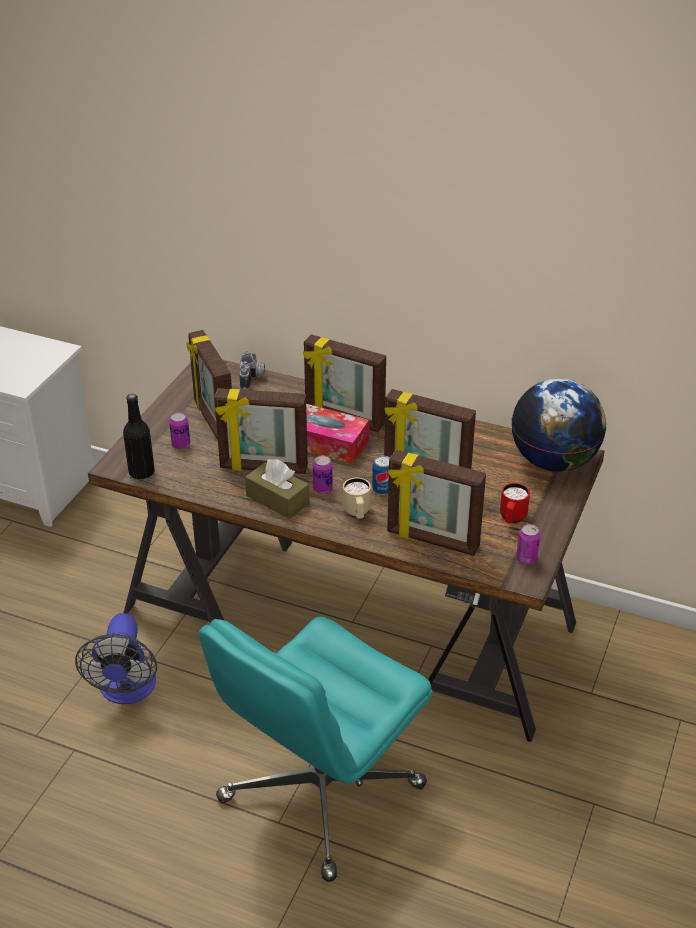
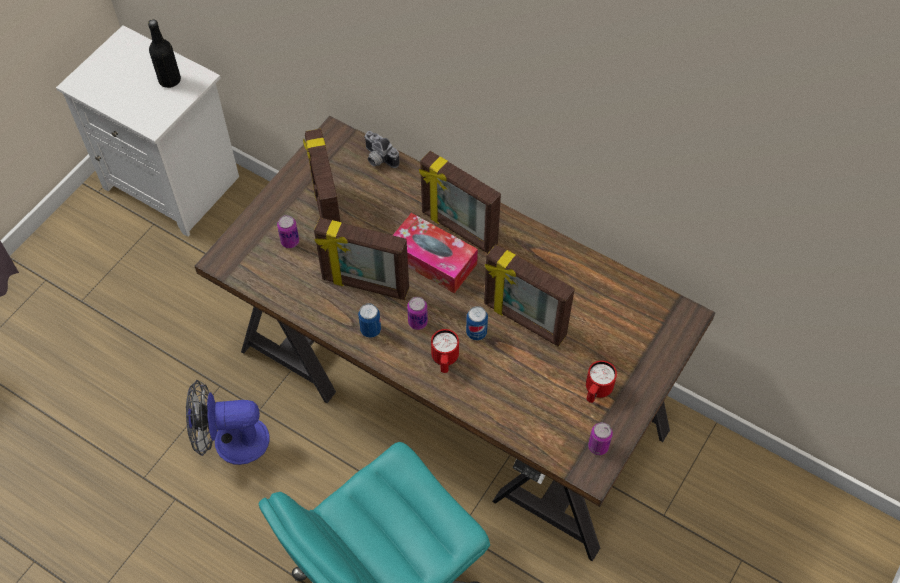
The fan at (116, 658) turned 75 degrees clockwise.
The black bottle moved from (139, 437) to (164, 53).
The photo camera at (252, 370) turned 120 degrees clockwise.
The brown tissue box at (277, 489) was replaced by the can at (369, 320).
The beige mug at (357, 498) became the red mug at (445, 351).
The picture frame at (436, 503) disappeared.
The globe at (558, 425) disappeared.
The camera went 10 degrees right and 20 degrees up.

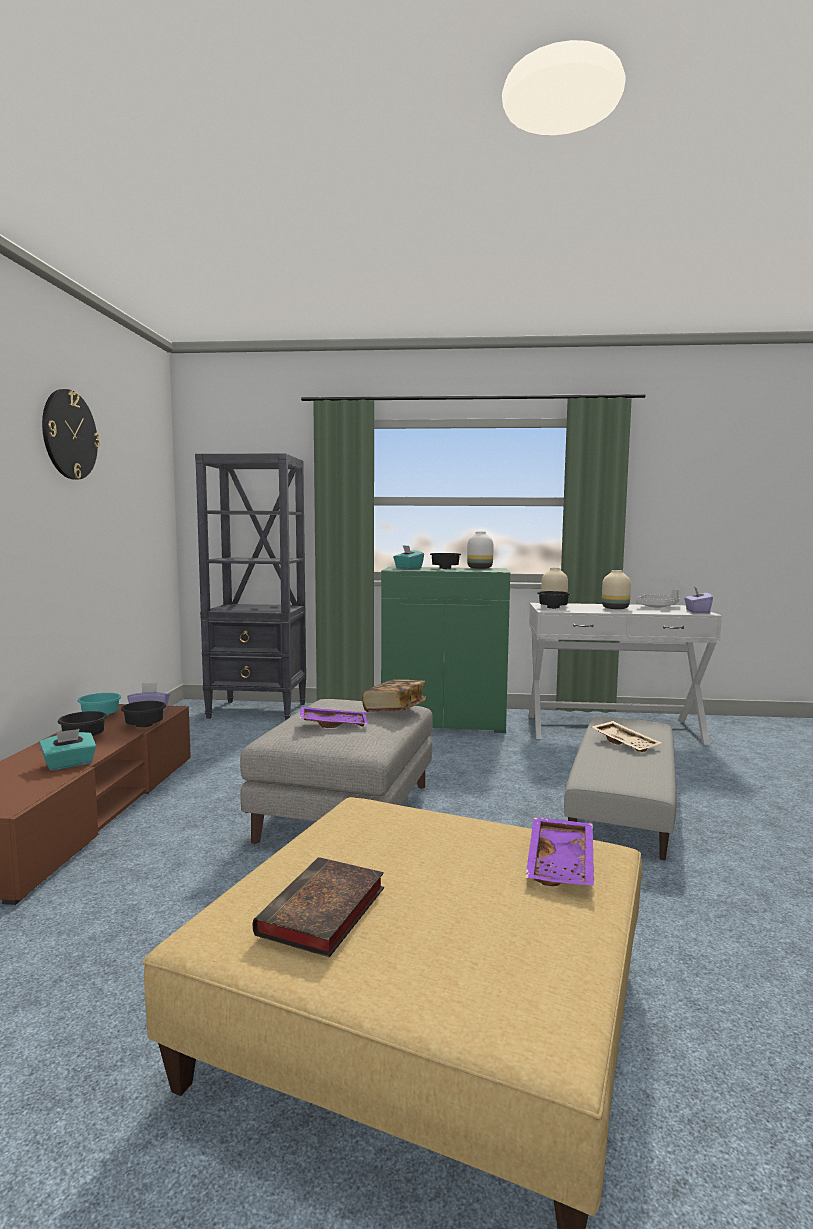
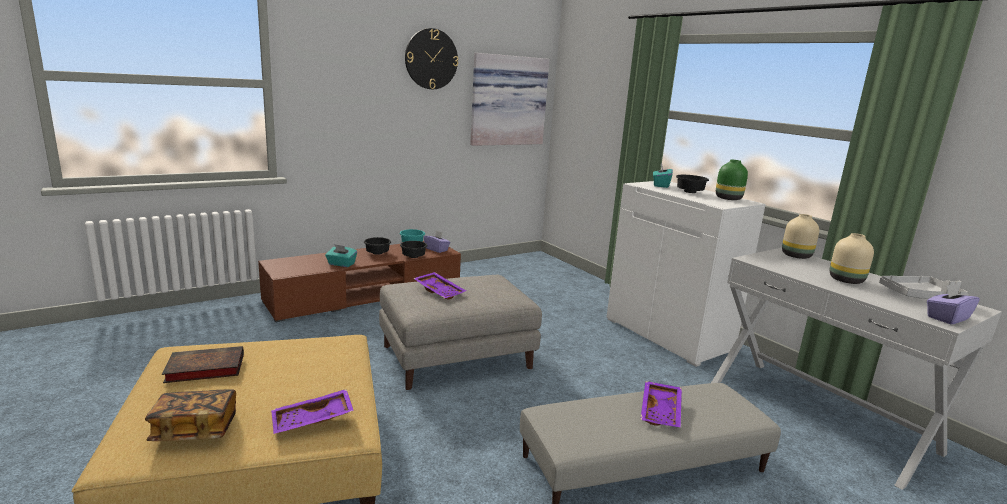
The black bookcase at (250, 586) disappeared.
The book moved from (394, 695) to (190, 415).
The green cabinet at (445, 650) became the white cabinet at (686, 274).
The white vase at (480, 550) became the green vase at (732, 180).
The black bowl at (554, 600) disappeared.
The beige tray at (626, 736) became the purple tray at (661, 404).
The picture at (509, 99) appeared.
The camera went 50 degrees right and 10 degrees up.

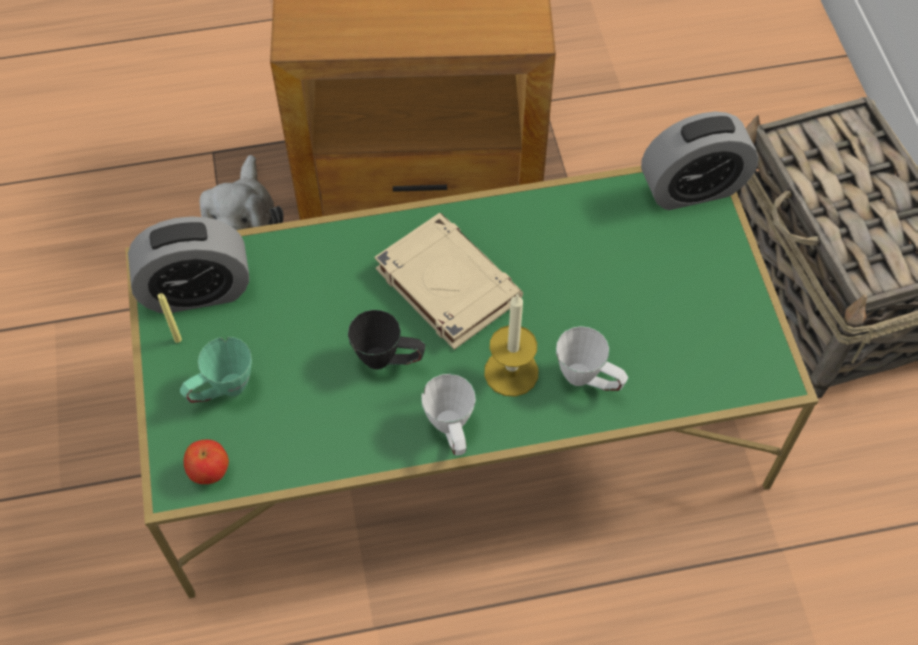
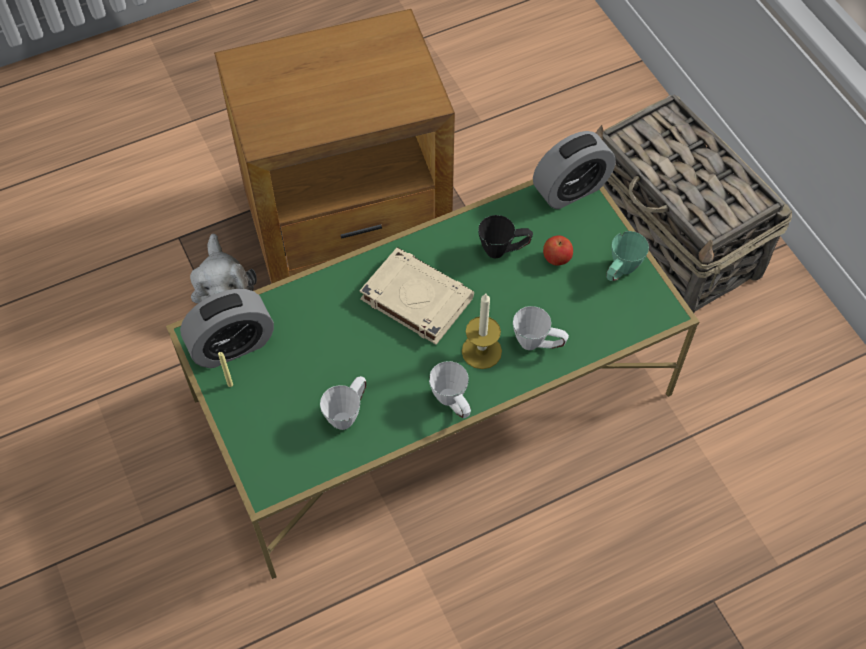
The green mug moved from (216, 370) to (627, 256).
The apple moved from (206, 462) to (558, 250).
The black mug moved from (386, 339) to (505, 237).
The white mug at (343, 403) appeared.
The camera went 15 degrees left and 0 degrees up.

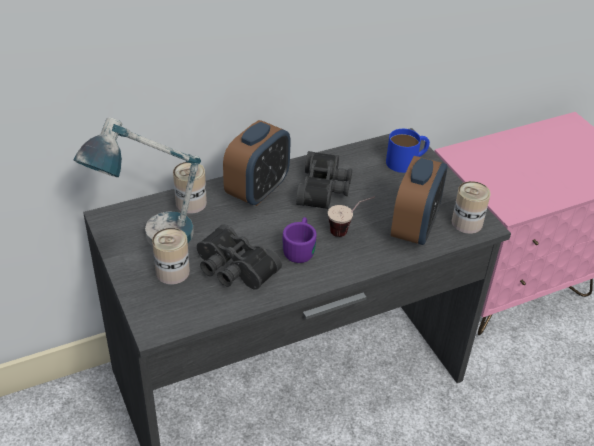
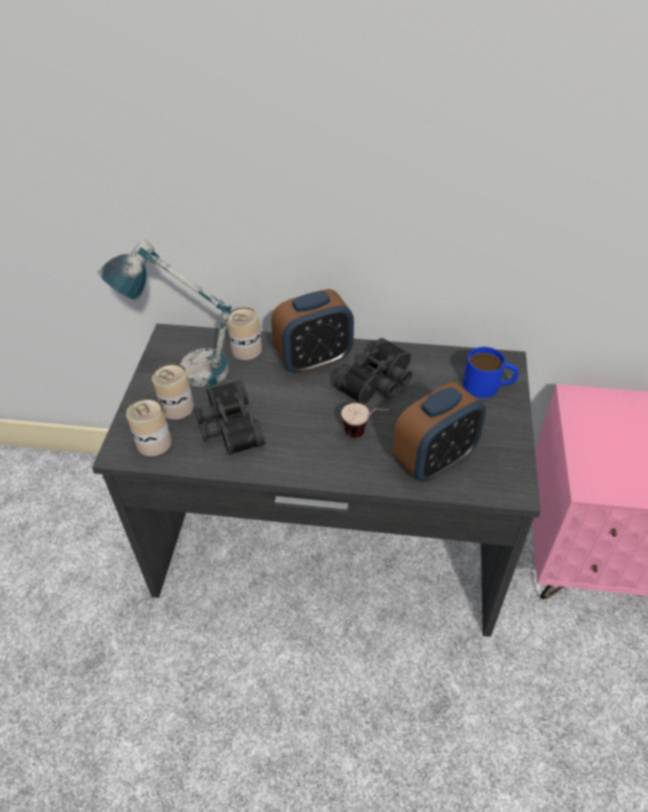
The purple mug at (300, 240) disappeared.
The can moved from (471, 207) to (149, 427).
The camera went 35 degrees right and 5 degrees up.

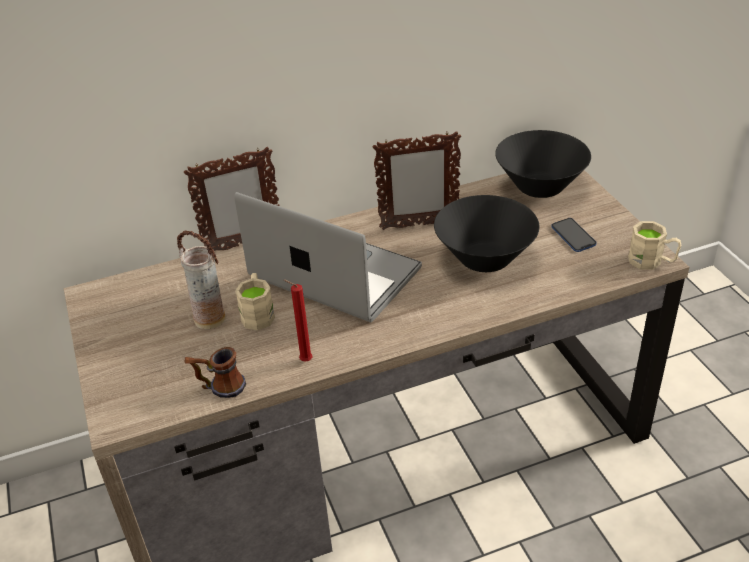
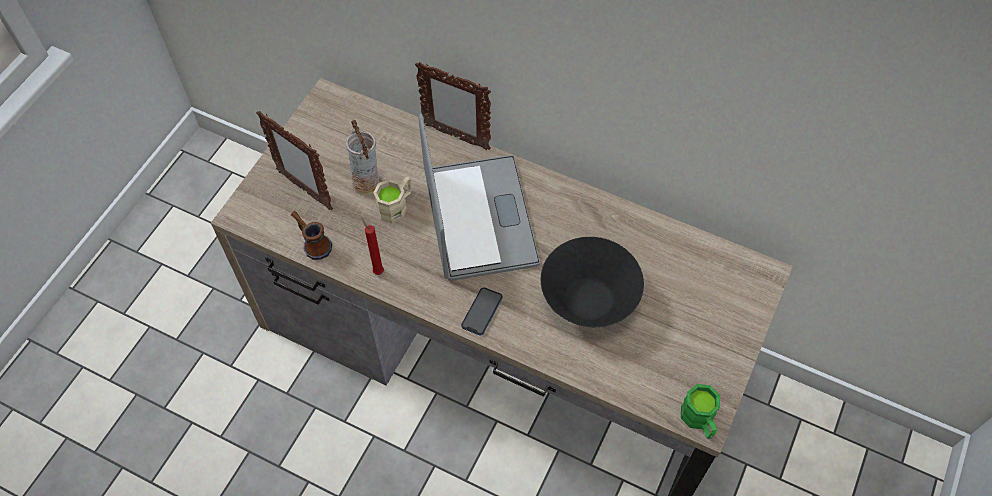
The picture frame moved from (417, 180) to (294, 160).
The black bowl at (543, 164) disappeared.
The phone moved from (574, 235) to (482, 311).
The beige mug at (654, 245) became the green mug at (700, 411).
The camera went 45 degrees right and 20 degrees up.

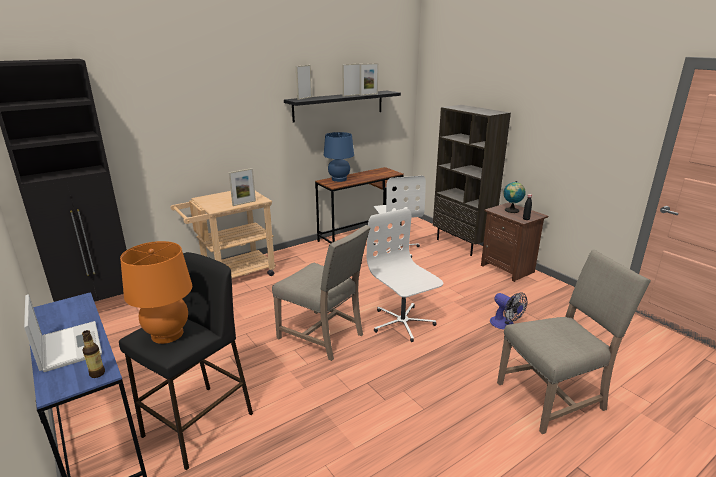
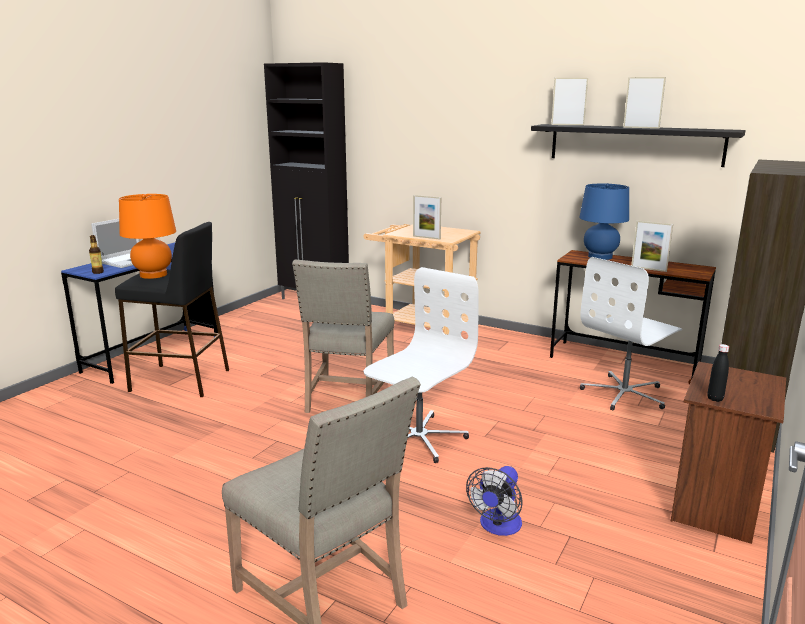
The picture frame moved from (369, 79) to (652, 246).
The globe at (515, 197) disappeared.
The camera went 65 degrees right and 5 degrees down.

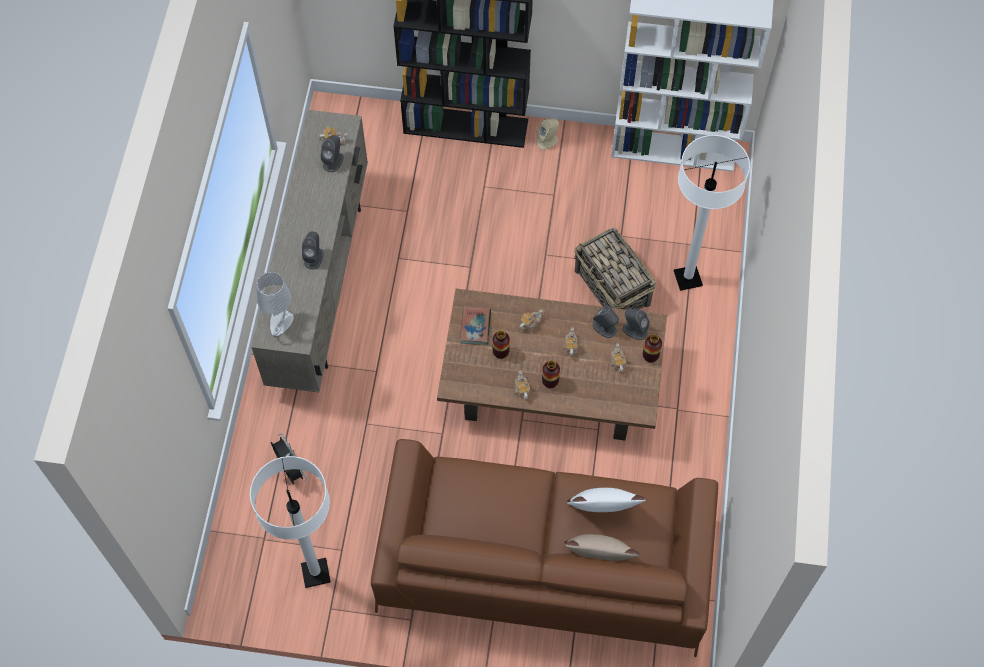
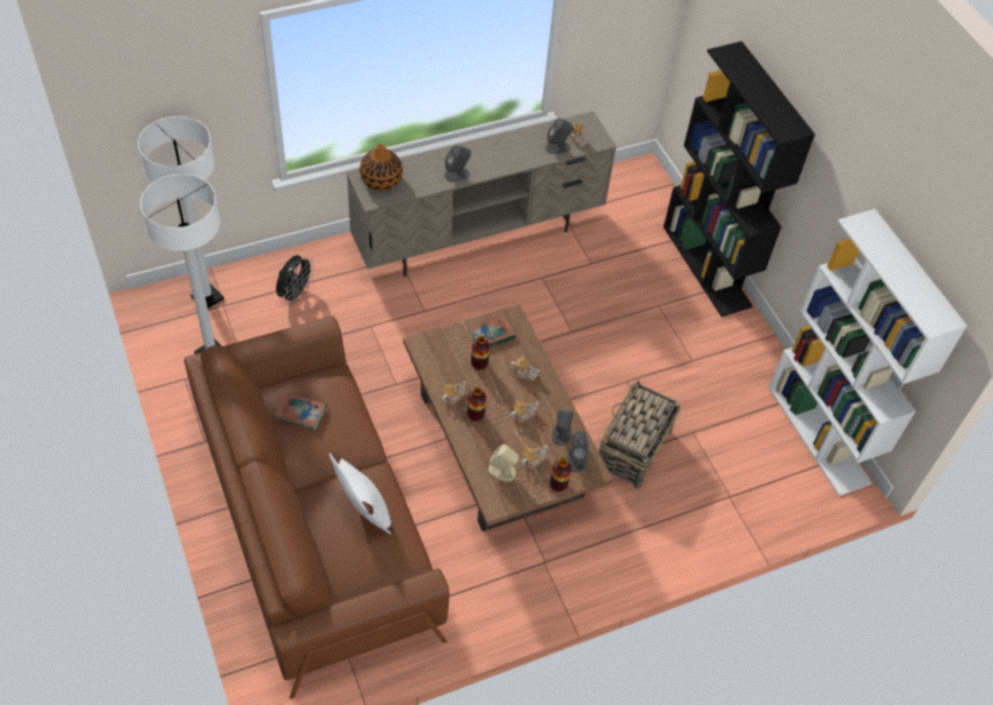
The grey table lamp at (275, 304) was replaced by the vase at (381, 167).
The beige speaker moved from (547, 134) to (503, 463).
The beige pillow at (602, 547) disappeared.
The white floor lamp moved from (712, 213) to (181, 212).
The book at (301, 411) appeared.
The camera went 55 degrees right and 10 degrees down.

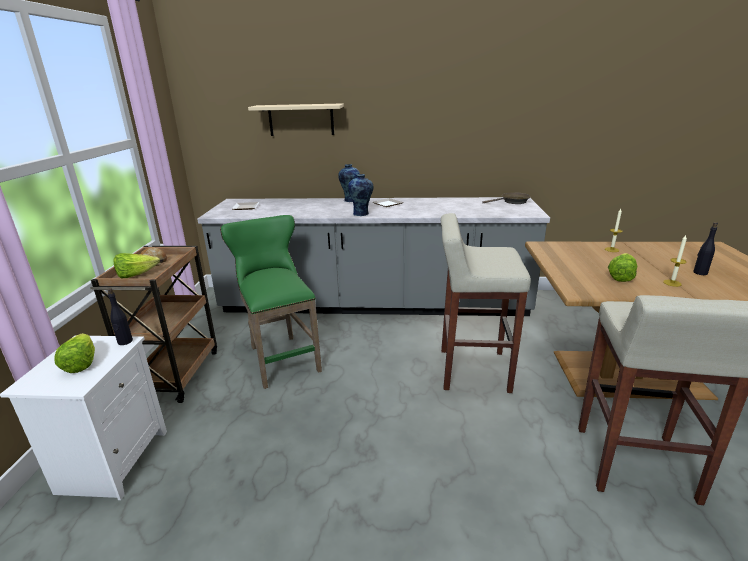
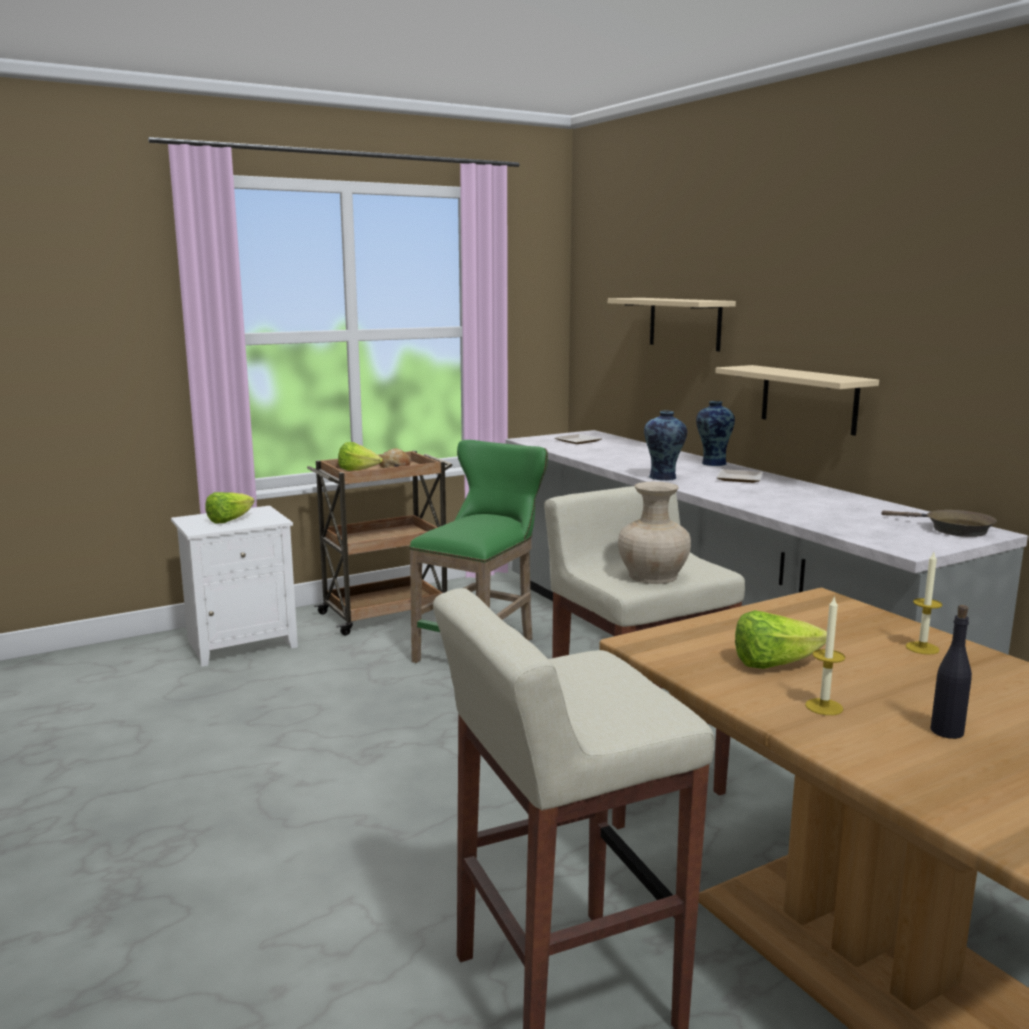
The black bottle at (120, 316) disappeared.
The beige vase at (654, 533) appeared.
The beige shelf at (797, 400) appeared.
The camera went 55 degrees right and 10 degrees down.

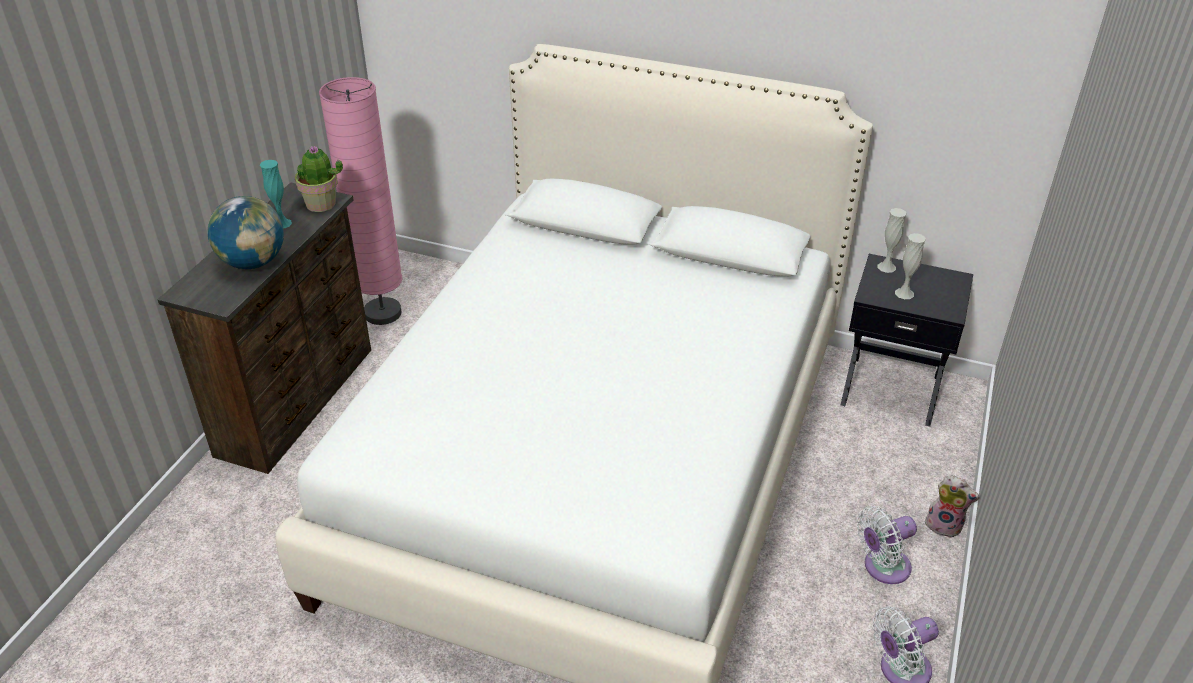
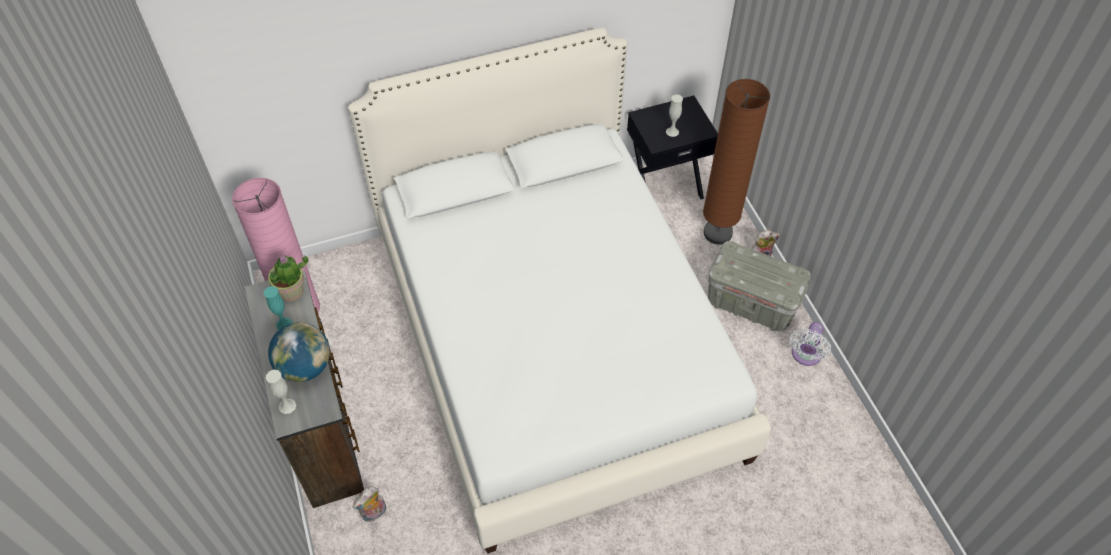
The white fan at (887, 545) was replaced by the grey storage box at (759, 286).
The white vase moved from (892, 240) to (281, 392).
The plush toy at (369, 504) appeared.
The brown floor lamp at (736, 161) appeared.
The camera went 40 degrees left and 15 degrees up.

